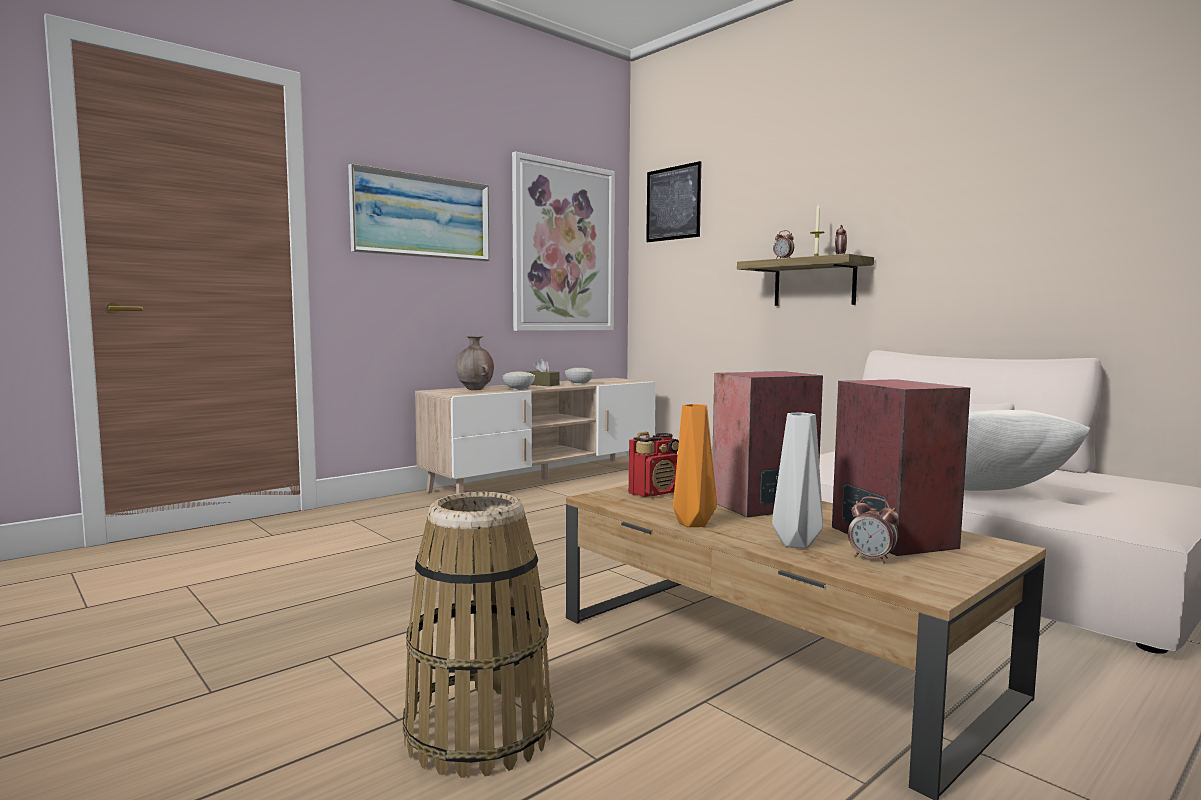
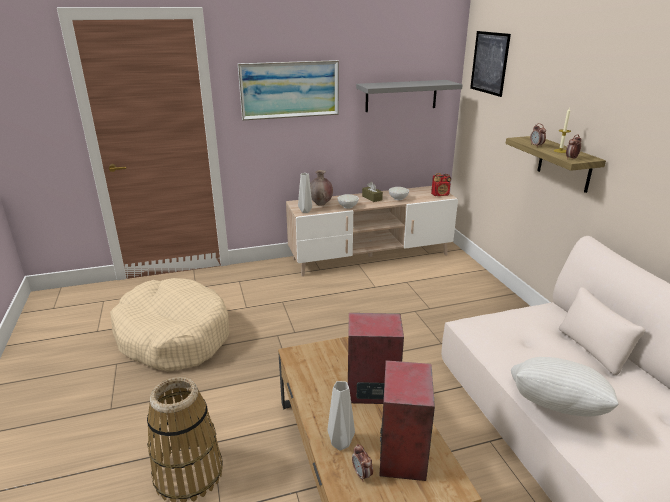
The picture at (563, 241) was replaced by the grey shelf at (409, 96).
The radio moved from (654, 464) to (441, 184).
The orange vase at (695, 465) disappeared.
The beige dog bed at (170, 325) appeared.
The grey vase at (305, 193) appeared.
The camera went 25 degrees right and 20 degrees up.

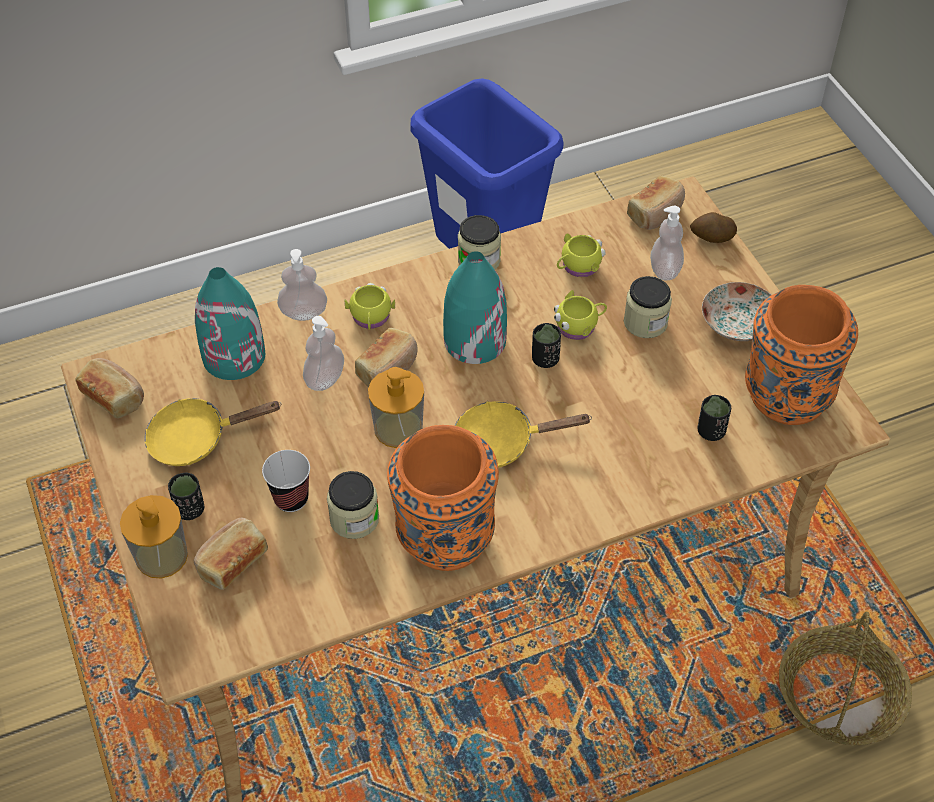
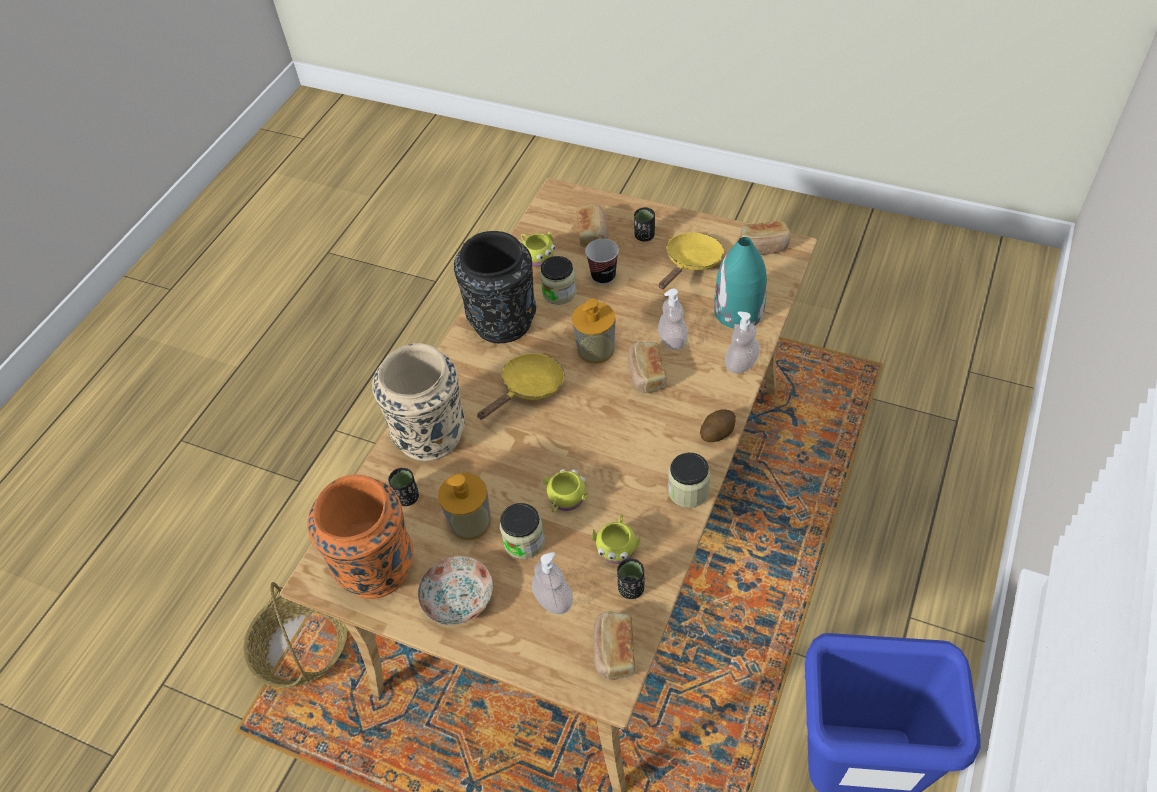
The soap dispenser moved from (154, 537) to (464, 506).
The yellow mug moved from (370, 306) to (538, 249).
The orange vase at (443, 498) became the black vase at (495, 287).
The turquoise vase at (475, 307) disappeared.
The black cup moved from (546, 345) to (631, 578).
The potato moved from (713, 227) to (718, 425).
The beige vase at (418, 402) appeared.
The camera went 140 degrees right and 0 degrees up.

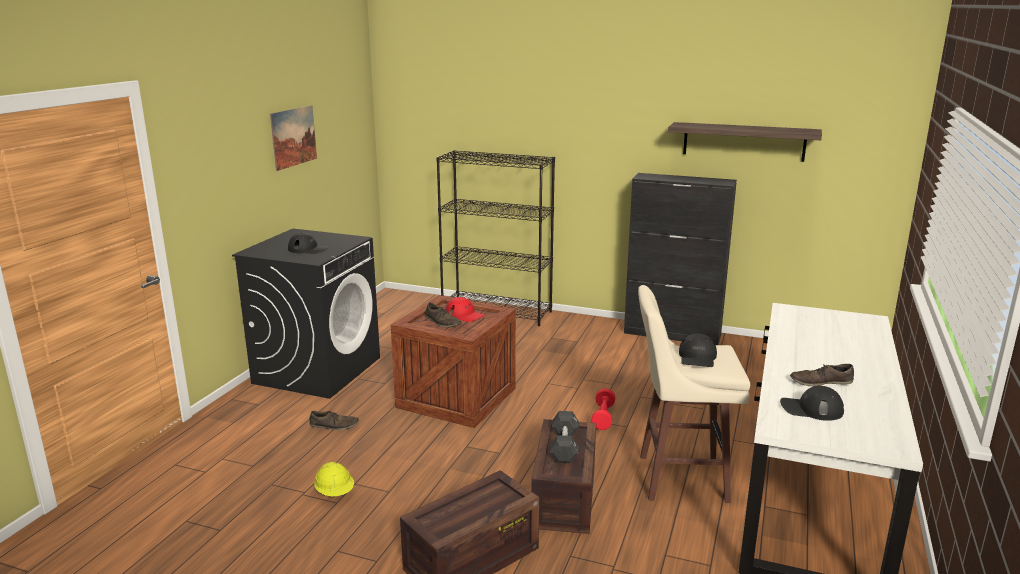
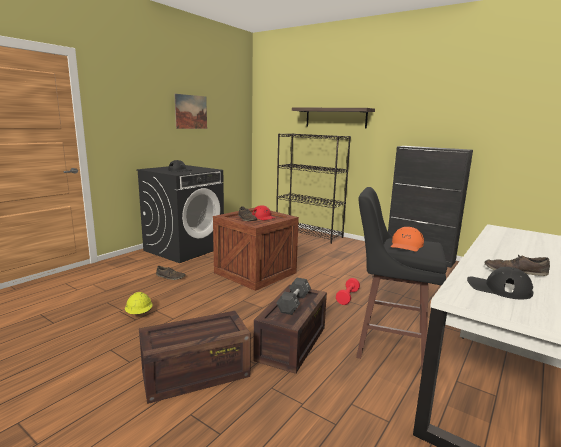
The beige stool at (694, 394) became the black stool at (401, 279).
The shelf moved from (745, 142) to (333, 118).
The black cap at (698, 350) became the orange cap at (407, 239).
The camera went 15 degrees right and 5 degrees down.

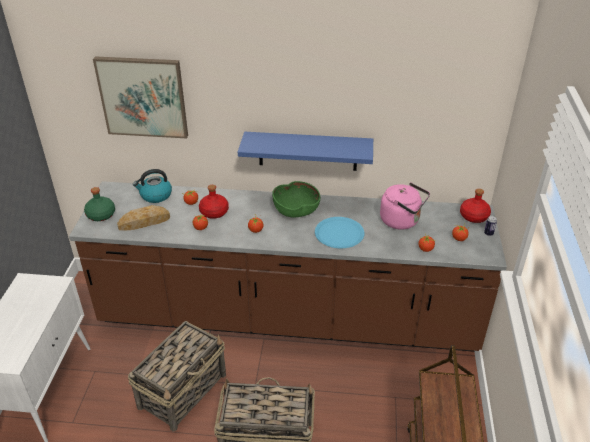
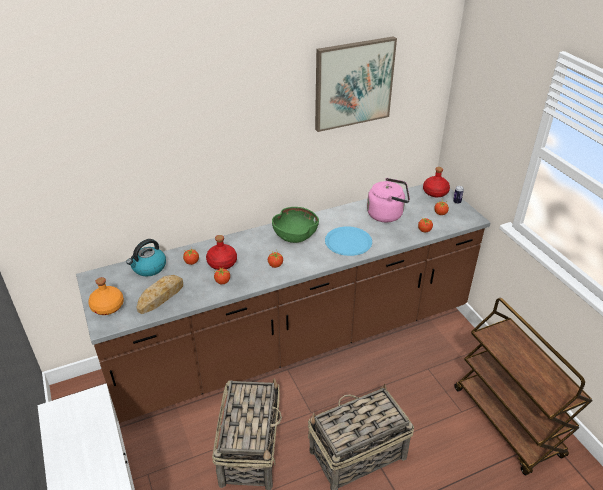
The green bottle at (99, 204) became the orange bottle at (106, 296).
The picture moved from (140, 97) to (356, 84).
The blue shelf at (305, 151) disappeared.
The camera went 30 degrees left and 0 degrees up.

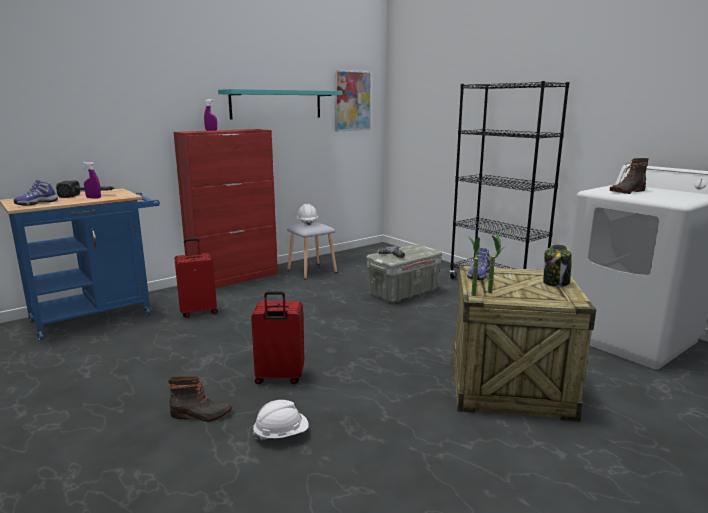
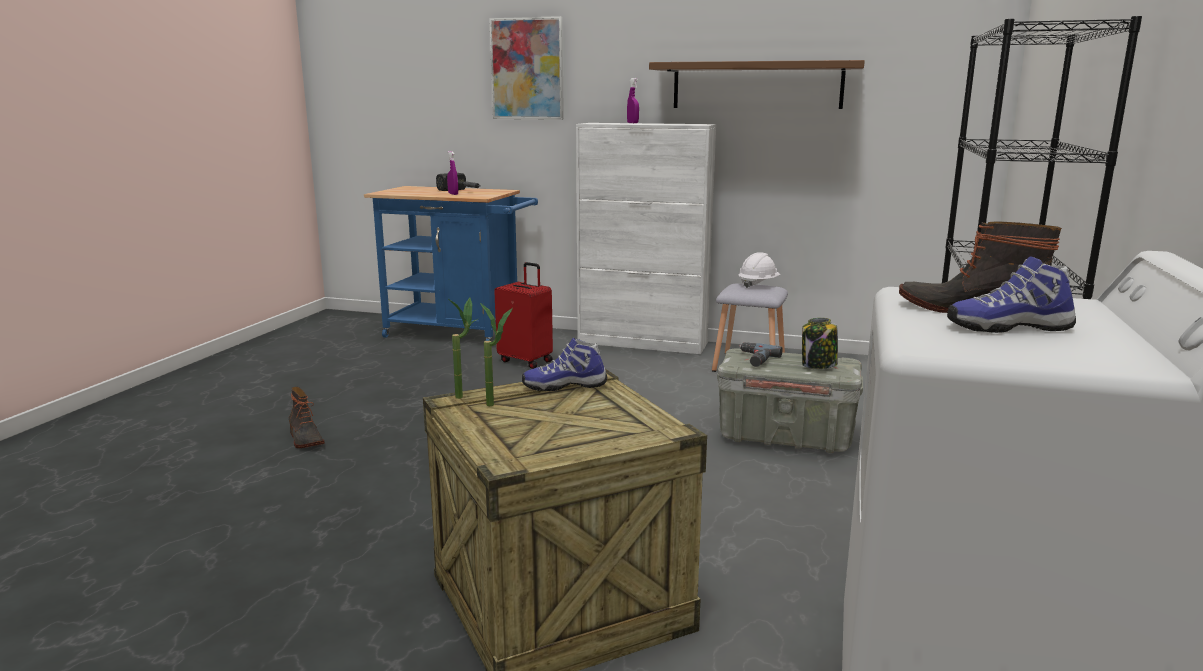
The shoe moved from (36, 193) to (1011, 294).
The red cabinet at (225, 208) became the white cabinet at (646, 238).
The turquoise shelf at (280, 104) became the brown shelf at (757, 84).
The red suitcase at (277, 337) disappeared.
The white hard hat at (281, 420) disappeared.
The picture moved from (353, 100) to (526, 68).
The jar moved from (557, 265) to (820, 343).
The camera went 55 degrees right and 0 degrees up.

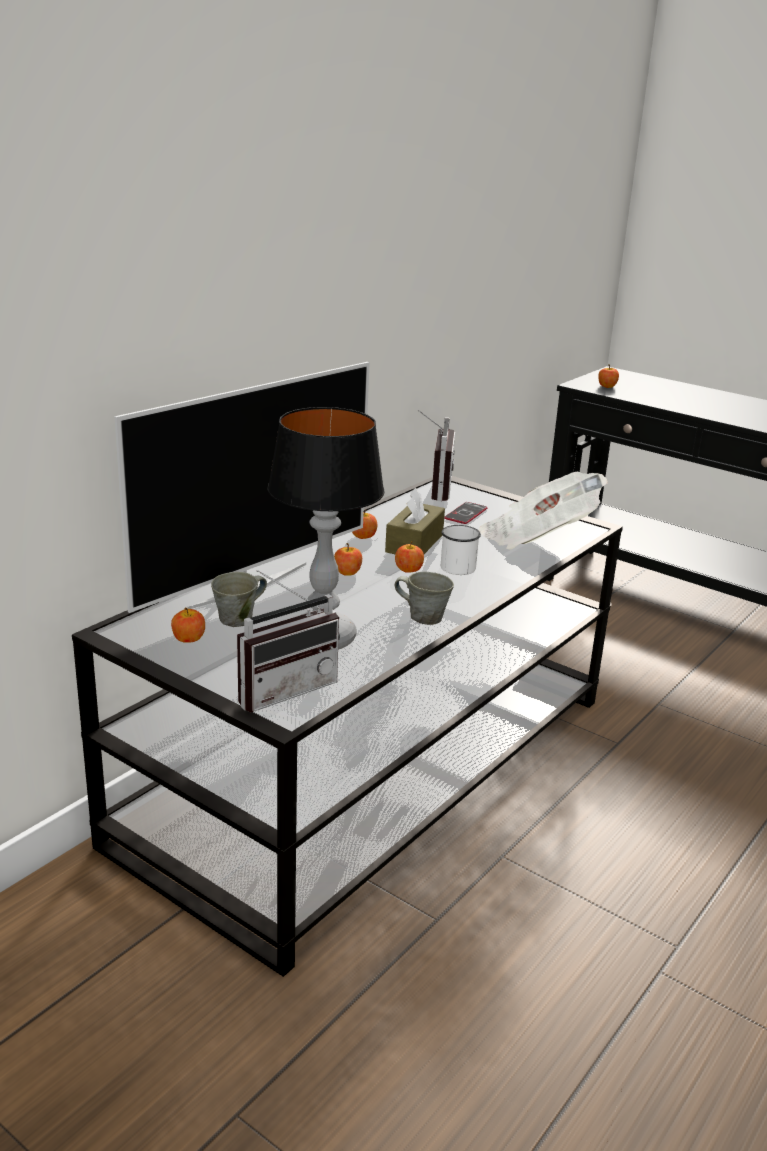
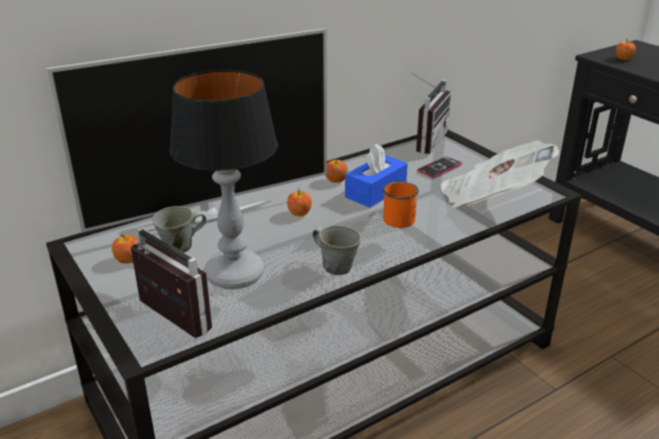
The radio at (288, 641) turned 120 degrees counterclockwise.
The brown tissue box at (415, 521) became the blue tissue box at (376, 175).
The apple at (409, 557) disappeared.
The white mug at (461, 550) became the orange mug at (401, 204).
The camera went 20 degrees right and 5 degrees up.

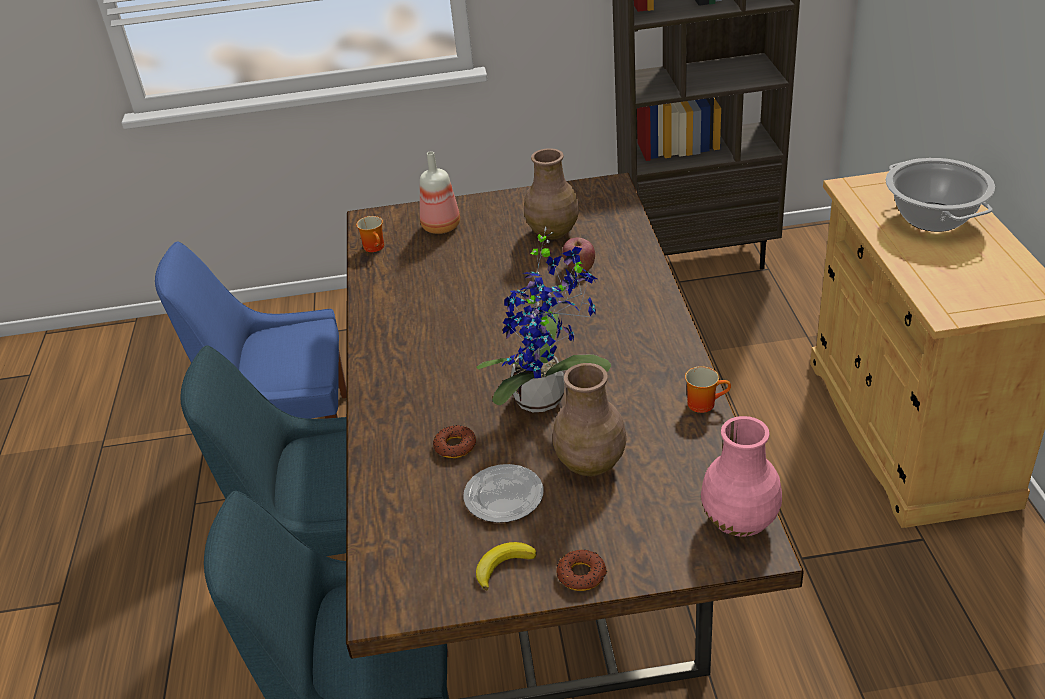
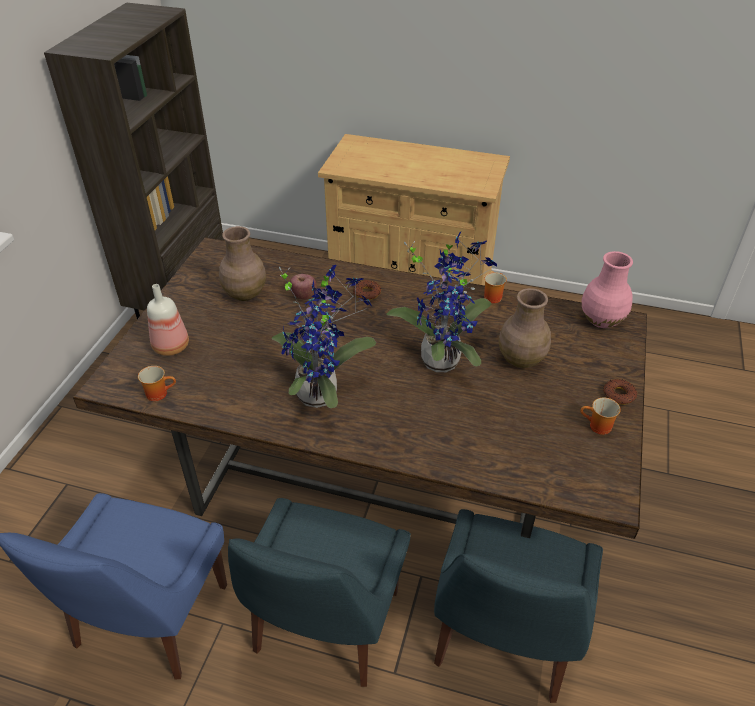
The donut moved from (454, 441) to (367, 290).
The plate at (503, 493) disappeared.
The banana at (506, 566) was replaced by the mug at (600, 416).
The cooking pot at (940, 195) disappeared.
The potted plant at (324, 336) appeared.
The camera went 70 degrees left and 5 degrees up.

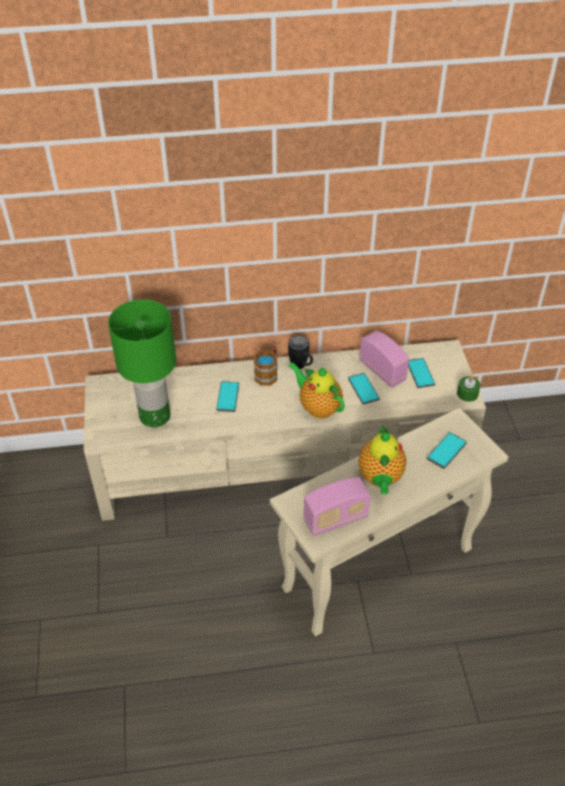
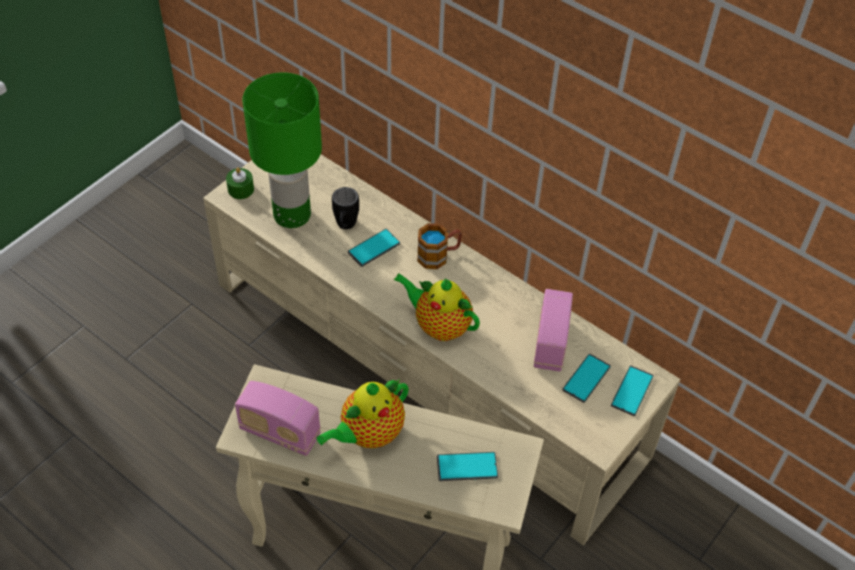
The black mug moved from (300, 352) to (345, 208).
The teapot at (316, 390) turned 60 degrees counterclockwise.
The phone moved from (364, 389) to (632, 390).
The green candle moved from (469, 389) to (240, 183).
The camera went 45 degrees right and 5 degrees up.

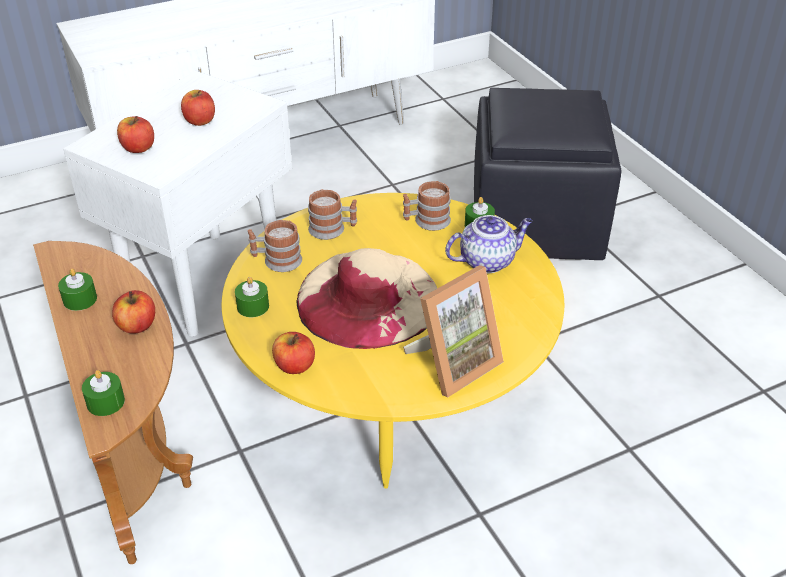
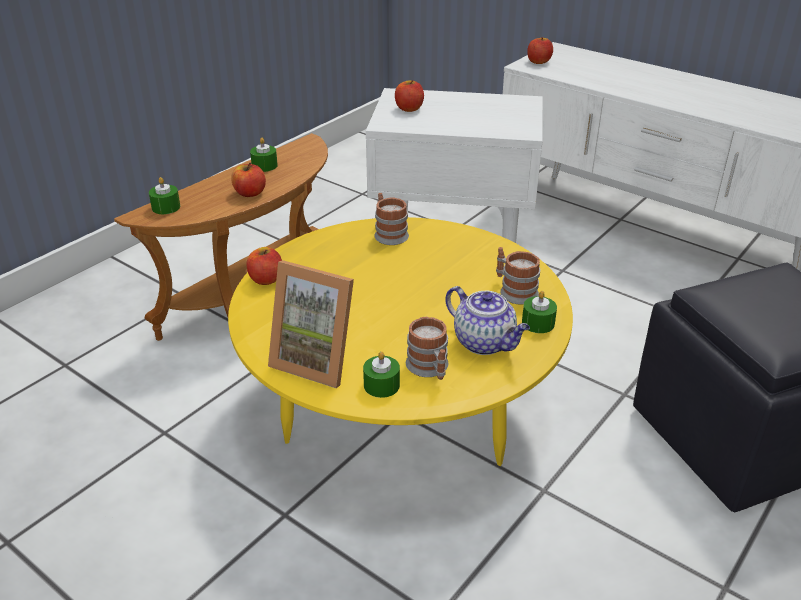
The apple moved from (198, 108) to (540, 50).
The green candle moved from (252, 297) to (381, 374).
The beige hat at (366, 298) disappeared.
The mug moved from (332, 214) to (427, 348).
The camera went 65 degrees right and 5 degrees down.

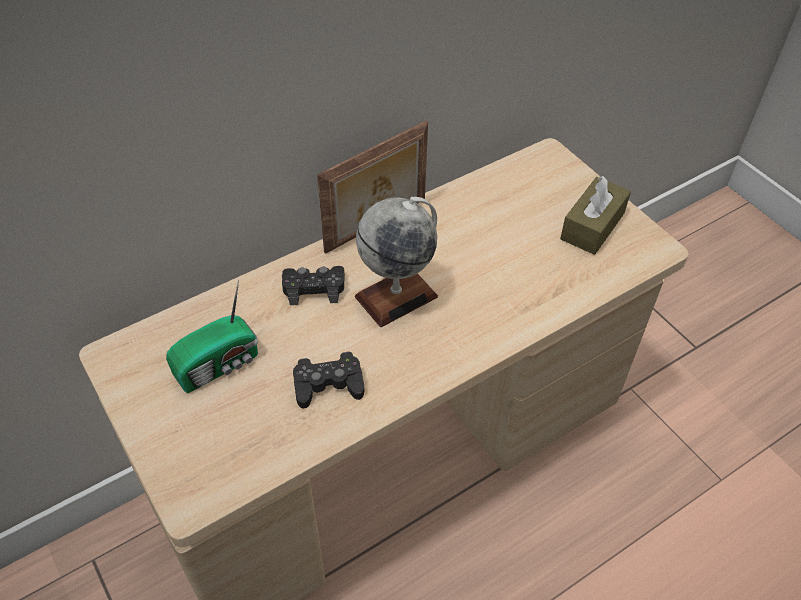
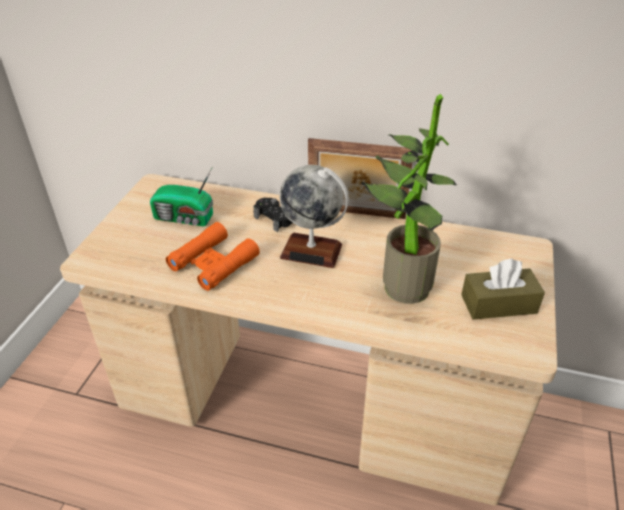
The black game controller at (328, 380) was replaced by the orange binoculars at (213, 256).
The potted plant at (408, 199) appeared.
The camera went 50 degrees right and 10 degrees down.

